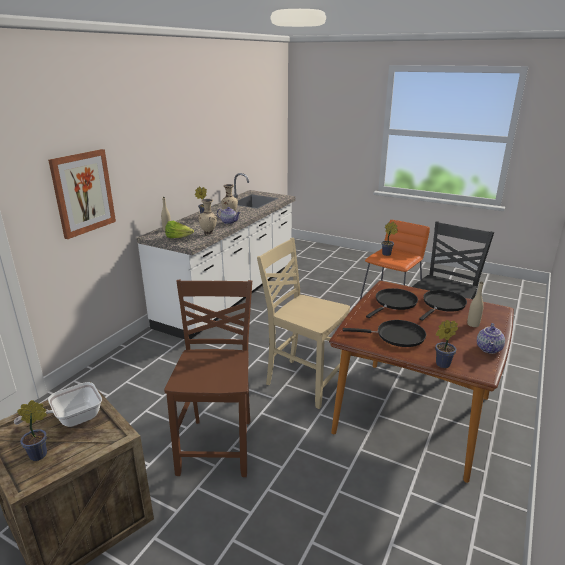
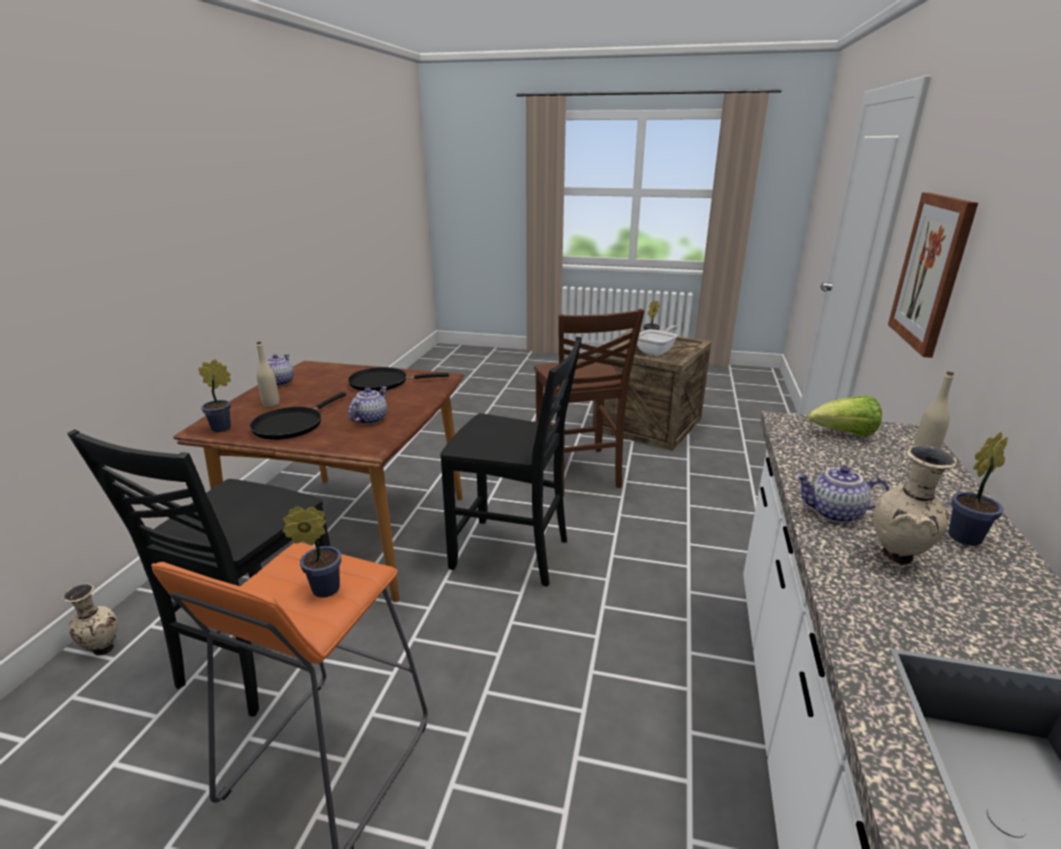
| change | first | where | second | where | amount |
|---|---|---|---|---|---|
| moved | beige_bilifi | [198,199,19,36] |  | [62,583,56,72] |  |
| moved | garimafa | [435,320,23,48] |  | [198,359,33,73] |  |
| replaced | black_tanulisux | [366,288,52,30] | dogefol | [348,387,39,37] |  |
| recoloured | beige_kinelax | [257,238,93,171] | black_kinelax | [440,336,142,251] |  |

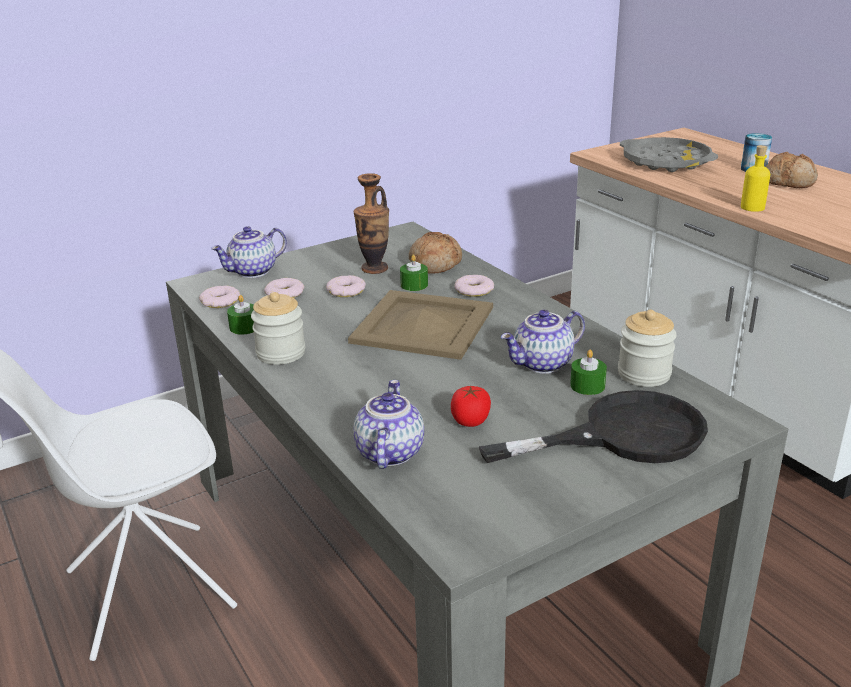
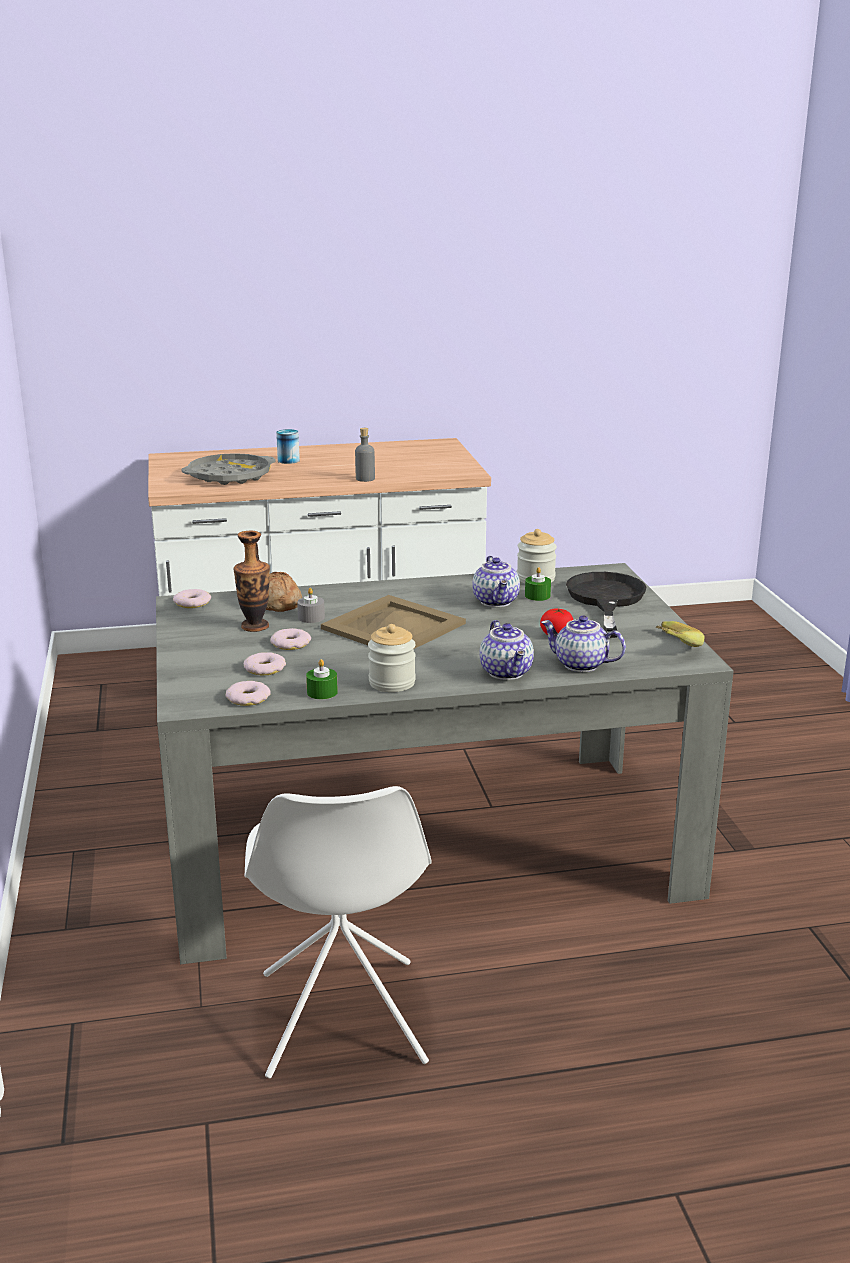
| change | first | where | second | where | amount |
|---|---|---|---|---|---|
| moved | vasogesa | [454,275,40,22] |  | [173,589,38,19] |  |
| recoloured | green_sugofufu | [400,254,28,37] | grey_sugofufu | [297,588,28,35] |  |
| recoloured | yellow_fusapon | [741,145,29,67] | grey_fusapon | [355,428,20,54] |  |
| moved | dogefol | [211,226,76,52] |  | [480,620,54,60] |  |
| added |  |  | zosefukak | [655,621,49,26] |  |
| removed | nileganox | [765,152,53,36] |  |  |  |

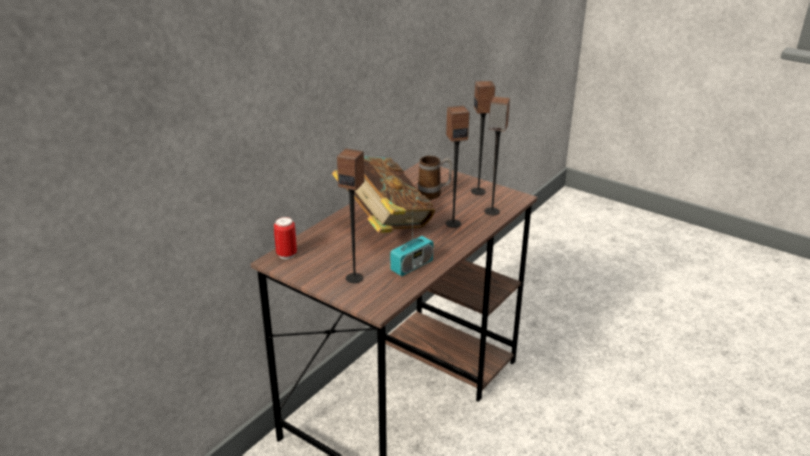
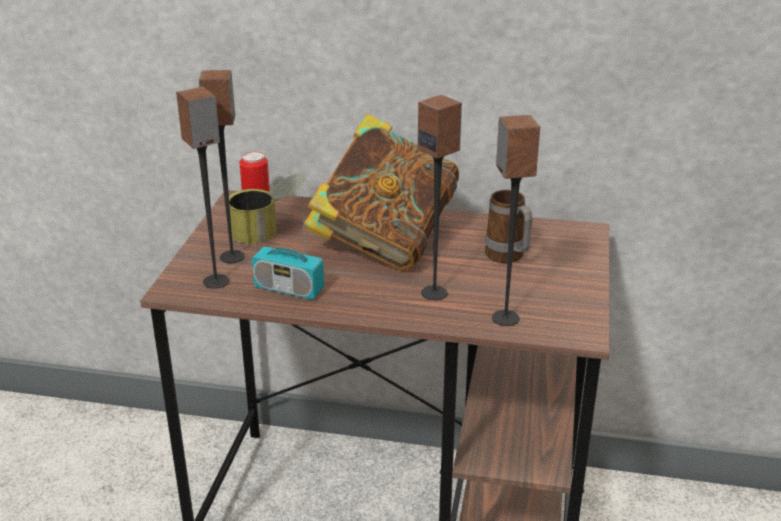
| change | first | where | second | where | amount |
|---|---|---|---|---|---|
| moved | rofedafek | [471,81,25,114] |  | [176,87,53,202] |  |
| added |  |  | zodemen | [229,173,75,71] |  |

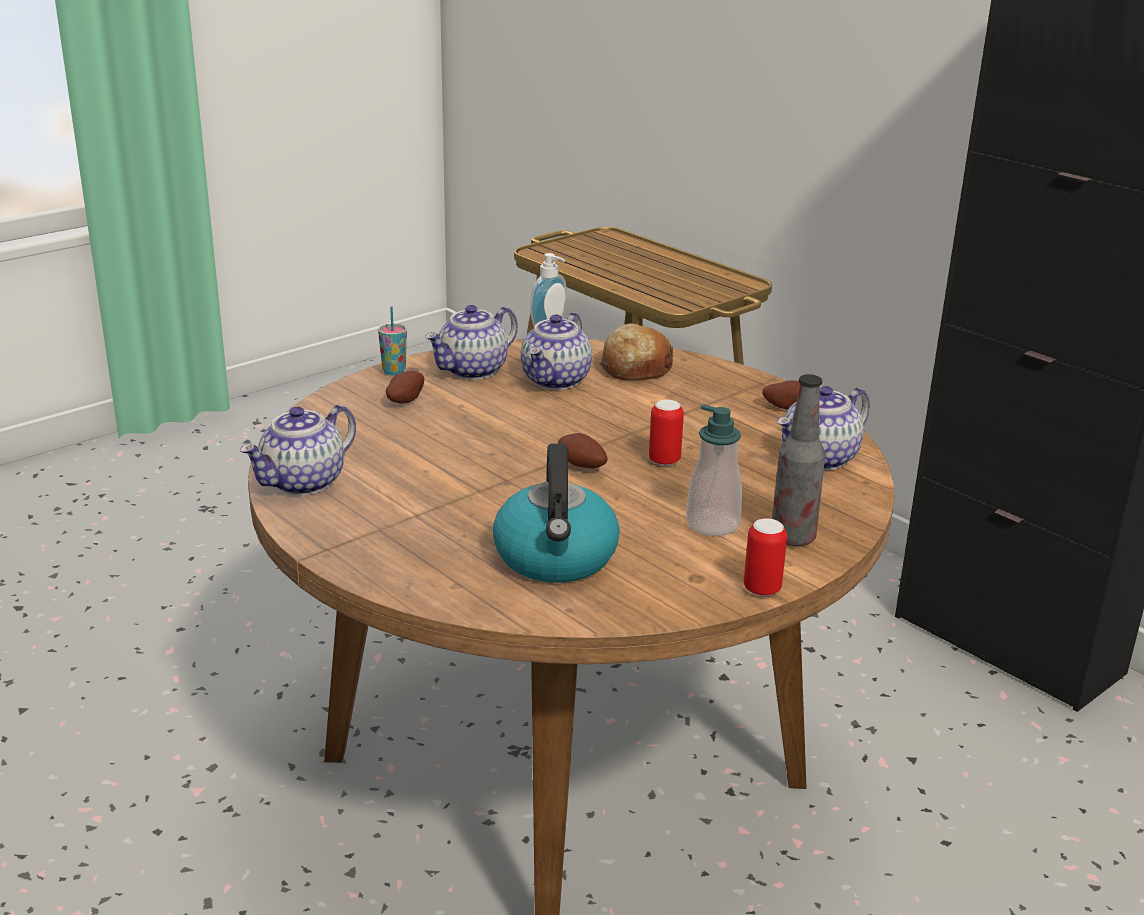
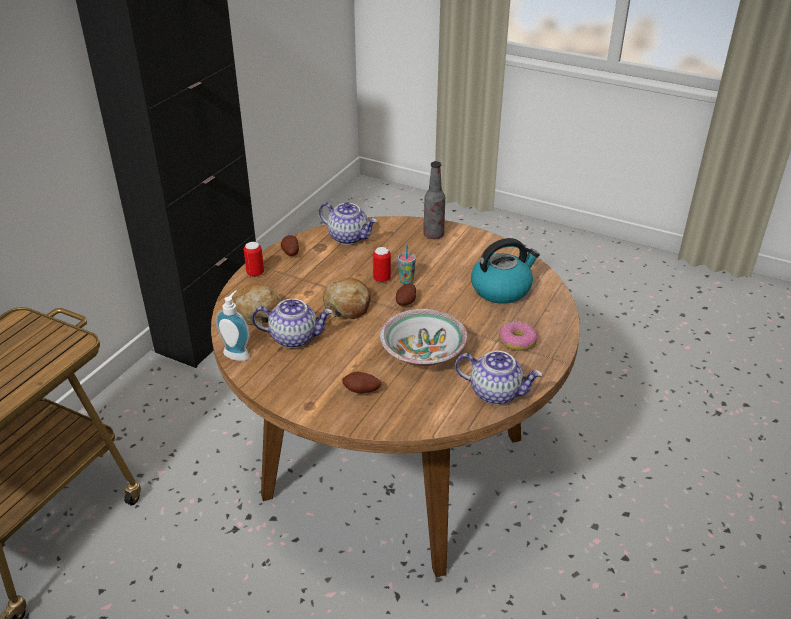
| change | first | where | second | where | amount |
|---|---|---|---|---|---|
| moved | zodemen | [744,518,43,78] |  | [244,242,20,35] |  |
| added |  |  | nileganox | [323,278,48,41] |  |
| added |  |  | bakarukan | [380,309,88,57] |  |
| moved | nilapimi | [378,307,29,69] |  | [398,245,18,40] |  |
| added |  |  | vasogesa | [499,321,39,30] |  |
| removed | dogefol | [425,305,93,75] |  |  |  |
| removed | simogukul | [686,404,56,132] |  |  |  |

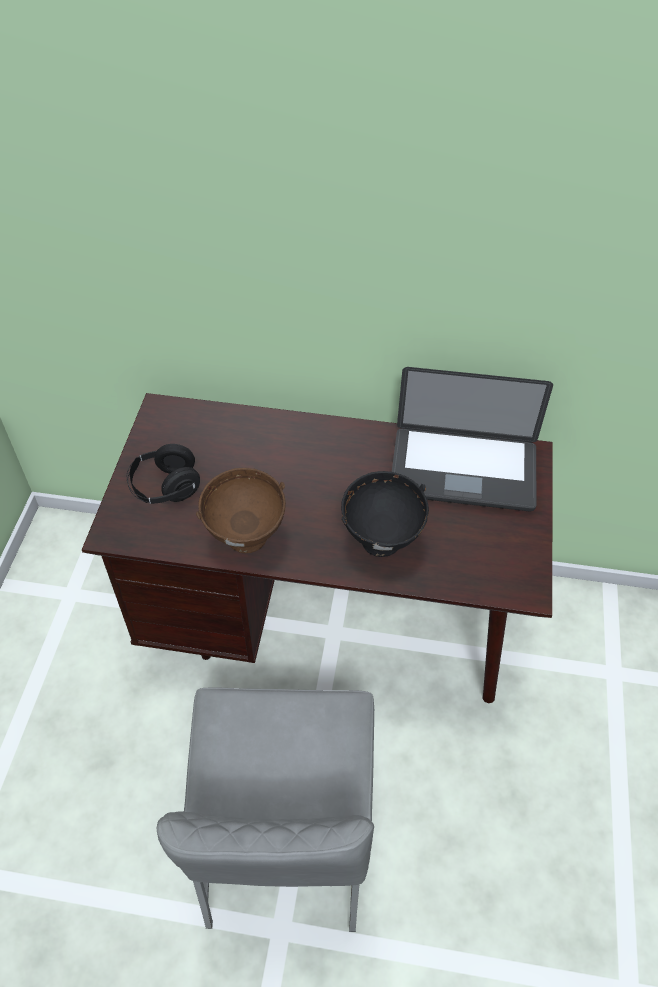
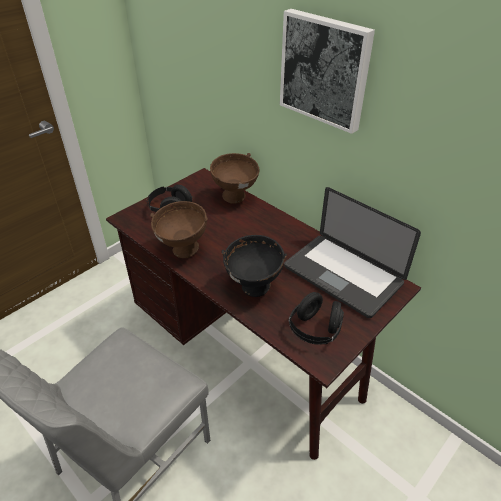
| change | first | where | second | where | amount |
|---|---|---|---|---|---|
| added |  |  | brown_bakarukan | [210,153,49,51] |  |
| added |  |  | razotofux | [280,9,95,125] |  |
| added |  |  | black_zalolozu | [288,292,56,52] |  |

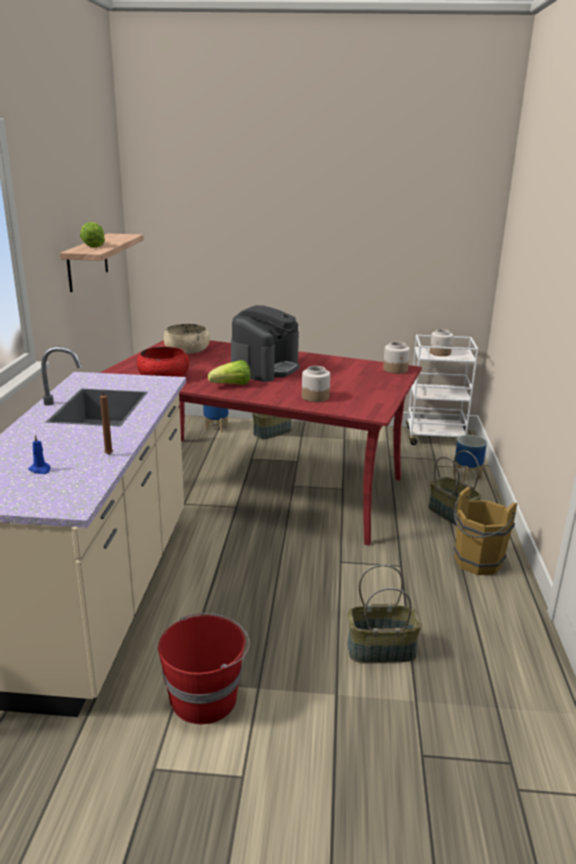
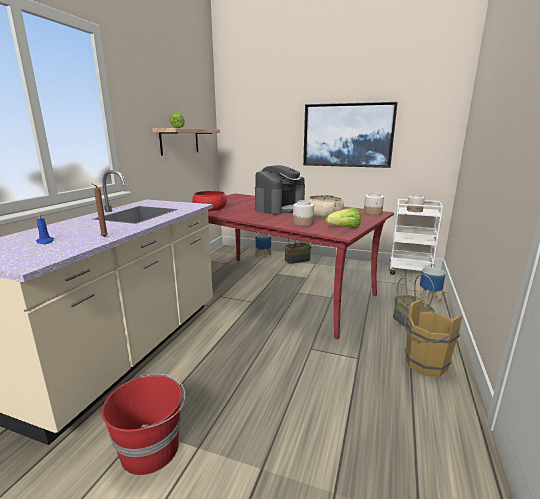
| change | first | where | second | where | amount |
|---|---|---|---|---|---|
| added |  |  | razotofux | [303,102,95,66] |  |
| moved | beige_bakarukan | [163,324,47,30] |  | [307,195,37,22] |  |
| moved | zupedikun | [208,360,43,25] |  | [326,208,35,20] |  |
| removed | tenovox | [347,564,75,99] |  |  |  |

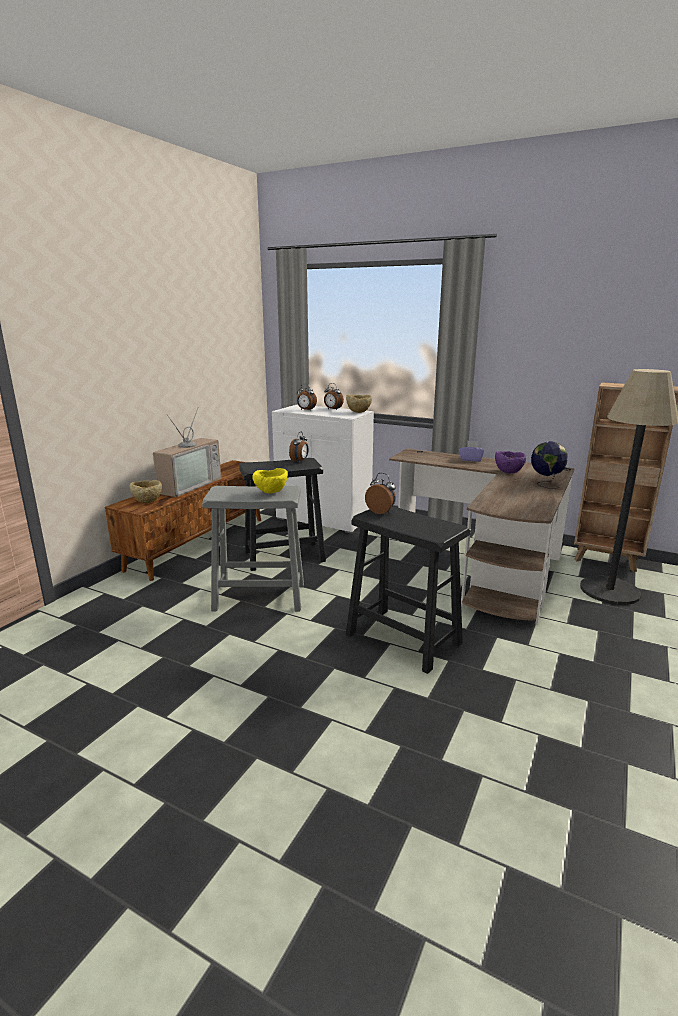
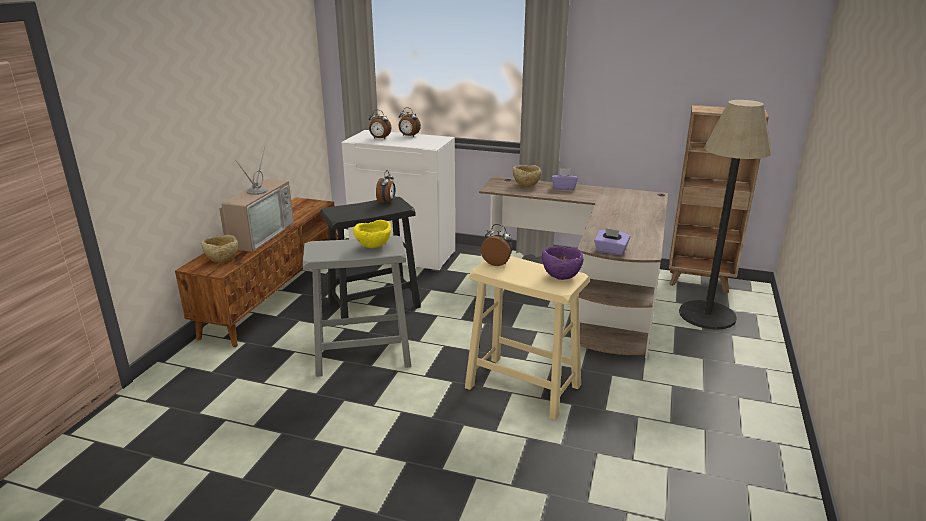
| change | first | where | second | where | amount |
|---|---|---|---|---|---|
| recoloured | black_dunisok | [346,506,124,168] | beige_dunisok | [465,256,125,164] |  |
| moved | beige_bakarukan | [346,395,26,18] |  | [513,165,28,22] |  |
| moved | purple_bakarukan | [495,451,31,22] |  | [542,246,42,34] |  |
| added |  |  | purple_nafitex | [594,228,36,28] |  |
| removed | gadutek | [531,441,37,48] |  |  |  |

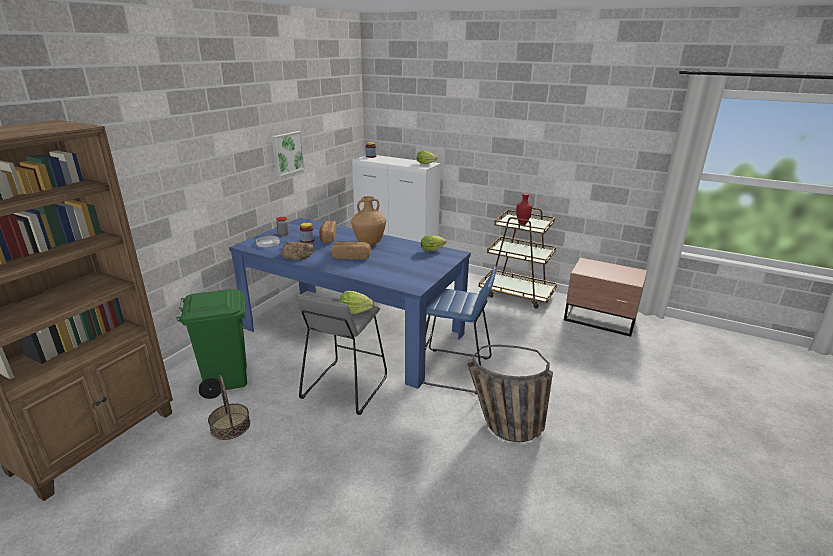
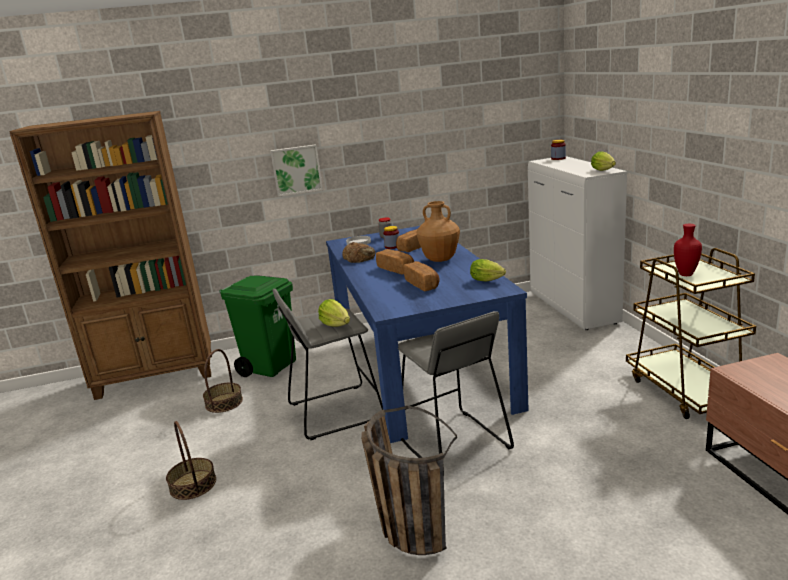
| change | first | where | second | where | amount |
|---|---|---|---|---|---|
| added |  |  | tenovox | [166,421,50,79] |  |
| moved | razotofux | [272,131,33,46] |  | [270,144,53,53] |  |
| recoloured | blue_dunisok | [422,266,75,128] | grey_dunisok | [398,311,116,157] |  |
| added |  |  | nileganox | [404,261,36,30] |  |

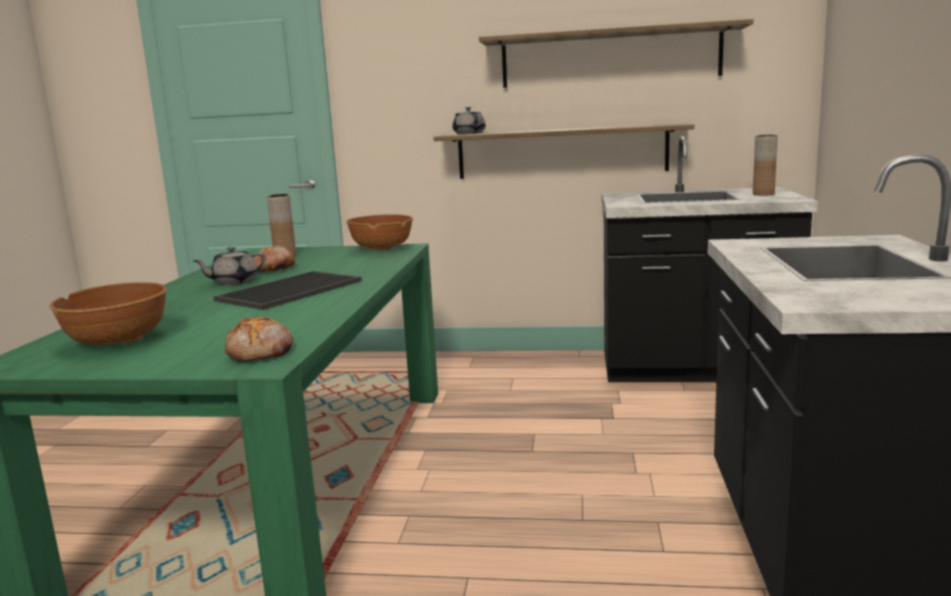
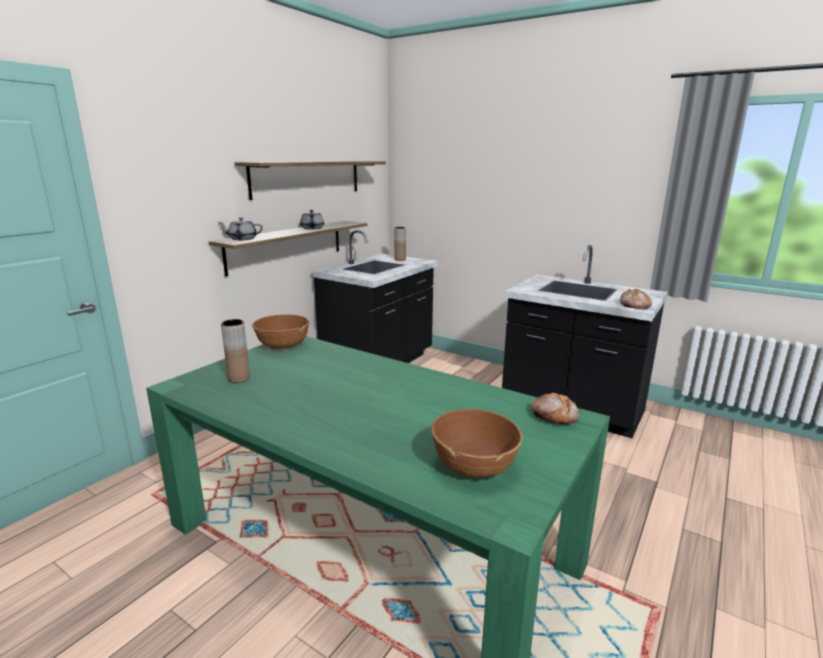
| change | first | where | second | where | amount |
|---|---|---|---|---|---|
| moved | grey_dogefol | [193,247,73,38] |  | [300,210,24,20] |  |
| moved | nileganox | [253,245,42,27] |  | [620,289,32,20] |  |
| removed | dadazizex | [214,271,148,39] |  |  |  |

